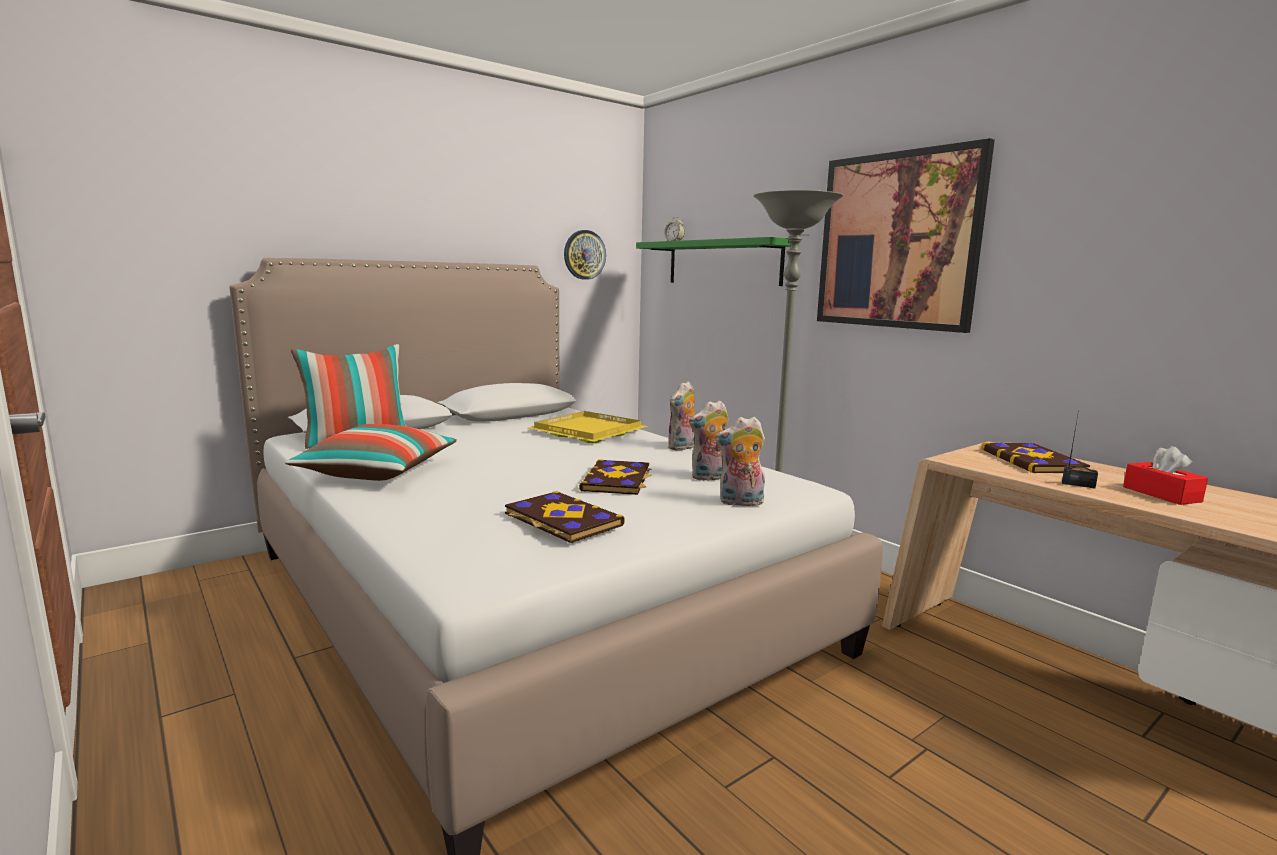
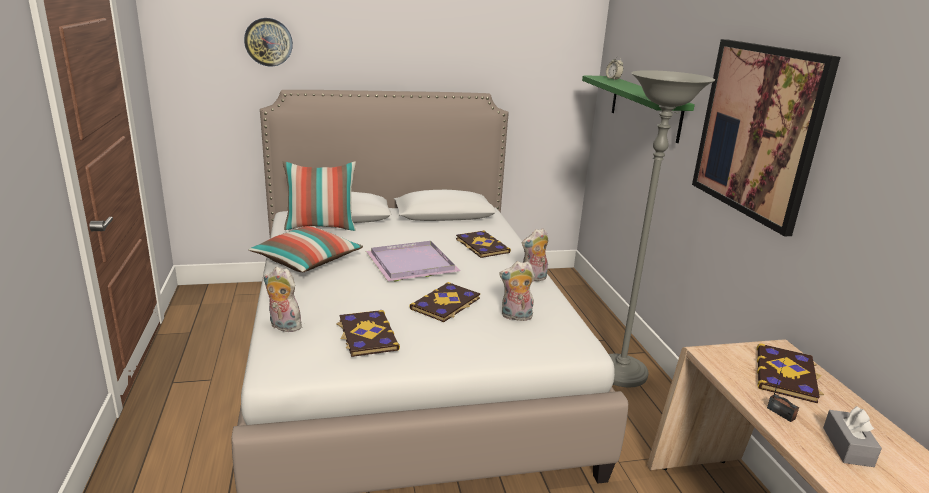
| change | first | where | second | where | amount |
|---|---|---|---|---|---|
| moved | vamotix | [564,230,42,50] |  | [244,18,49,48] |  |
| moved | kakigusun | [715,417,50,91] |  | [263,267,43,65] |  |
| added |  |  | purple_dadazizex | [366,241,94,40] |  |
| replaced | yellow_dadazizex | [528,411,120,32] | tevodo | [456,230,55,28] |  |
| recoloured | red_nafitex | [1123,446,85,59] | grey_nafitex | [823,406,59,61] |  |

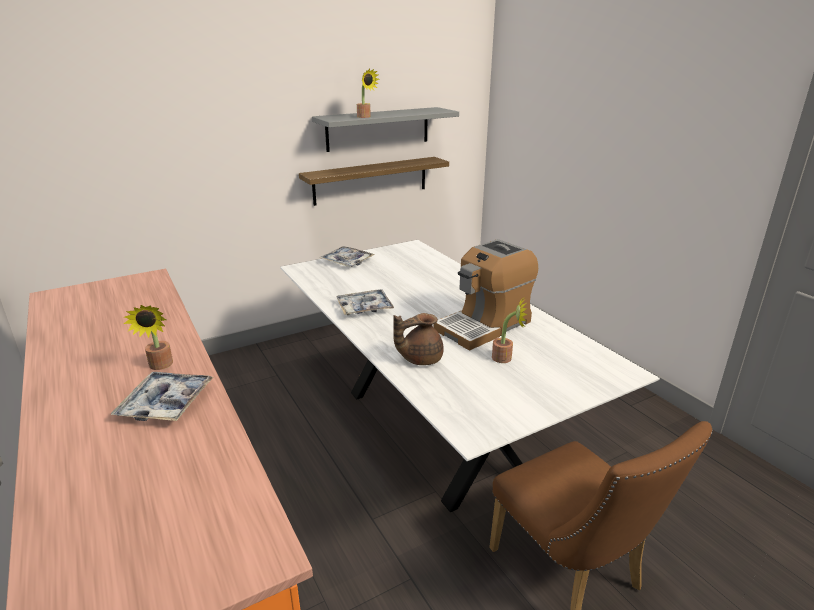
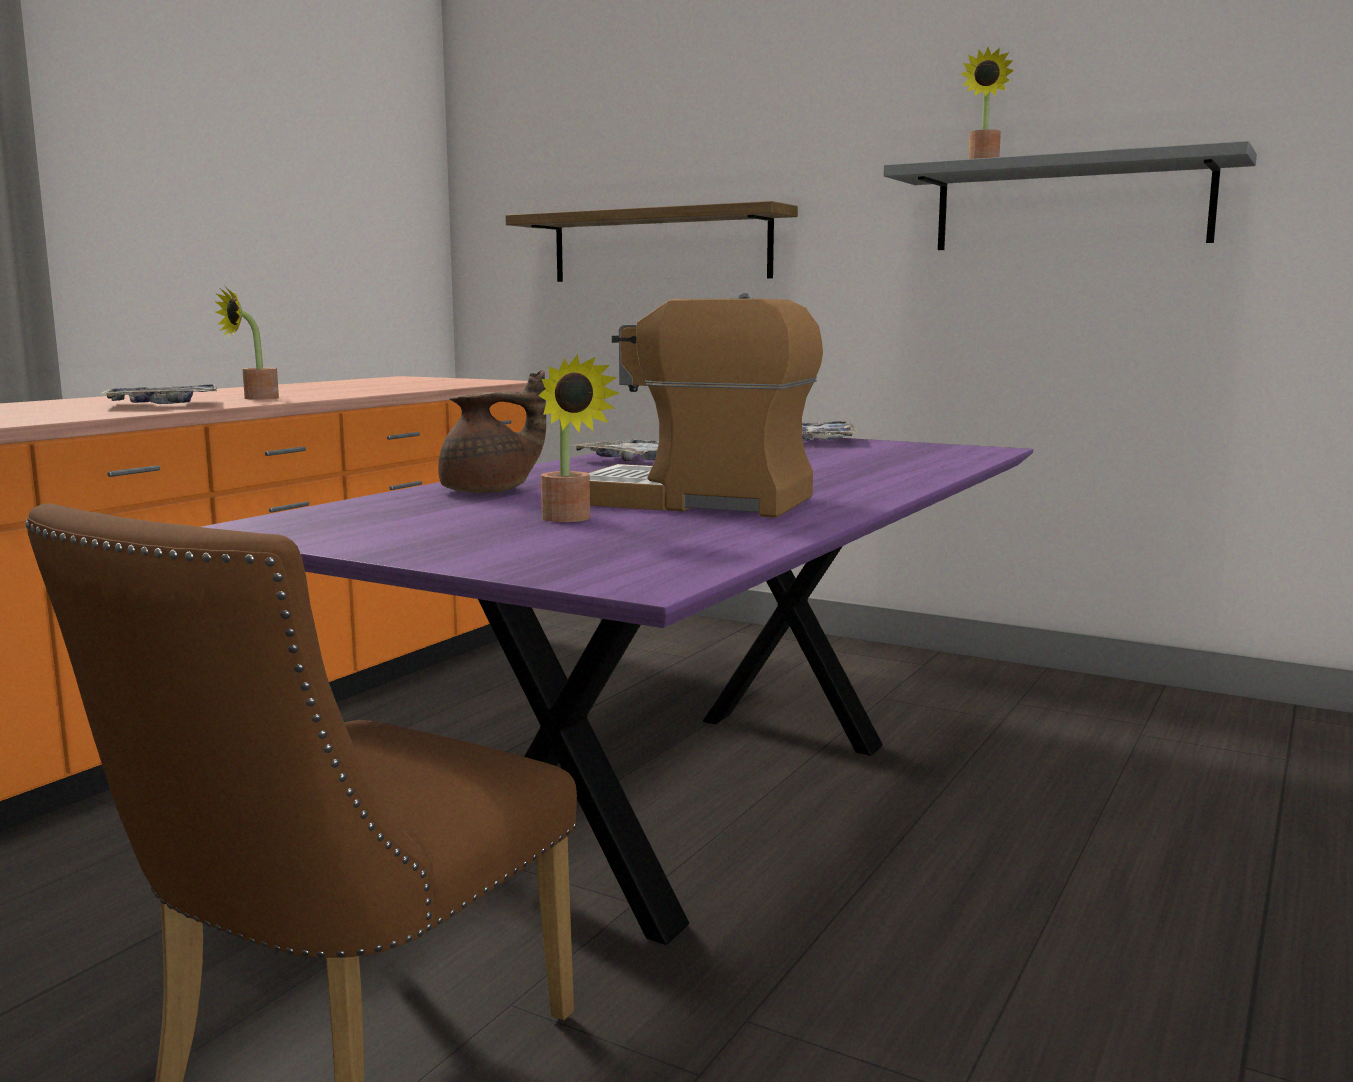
| change | first | where | second | where | amount |
|---|---|---|---|---|---|
| recoloured | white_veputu | [280,240,380,272] | purple_veputu | [202,438,831,507] |  |
| turned | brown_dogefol | [393,313,51,52] |  | [438,370,108,123] | 120 degrees clockwise |
| moved | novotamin | [299,157,150,49] |  | [505,201,293,81] |  |

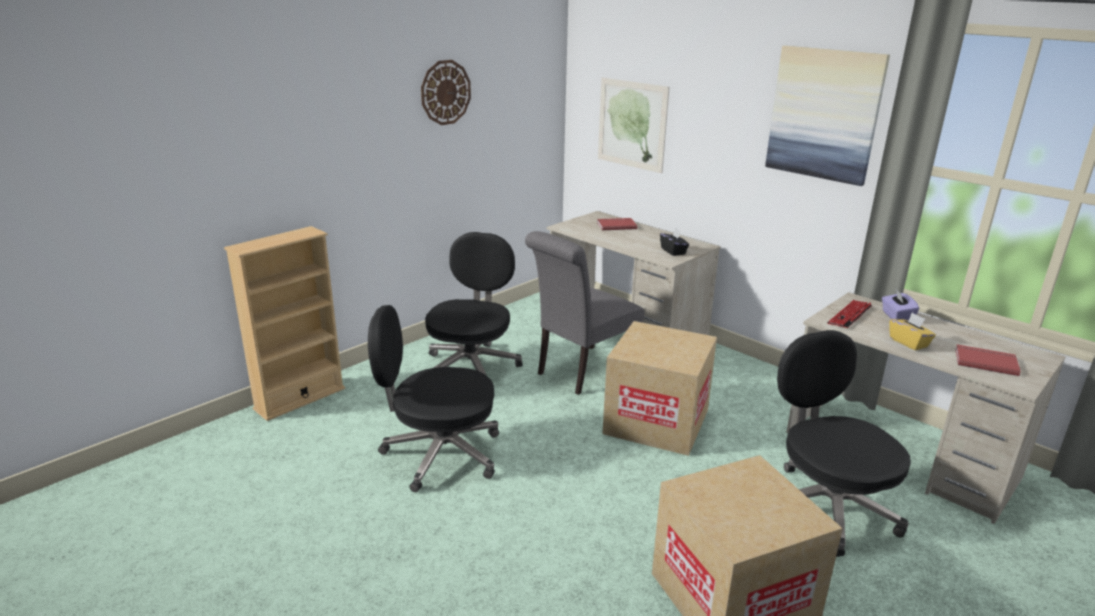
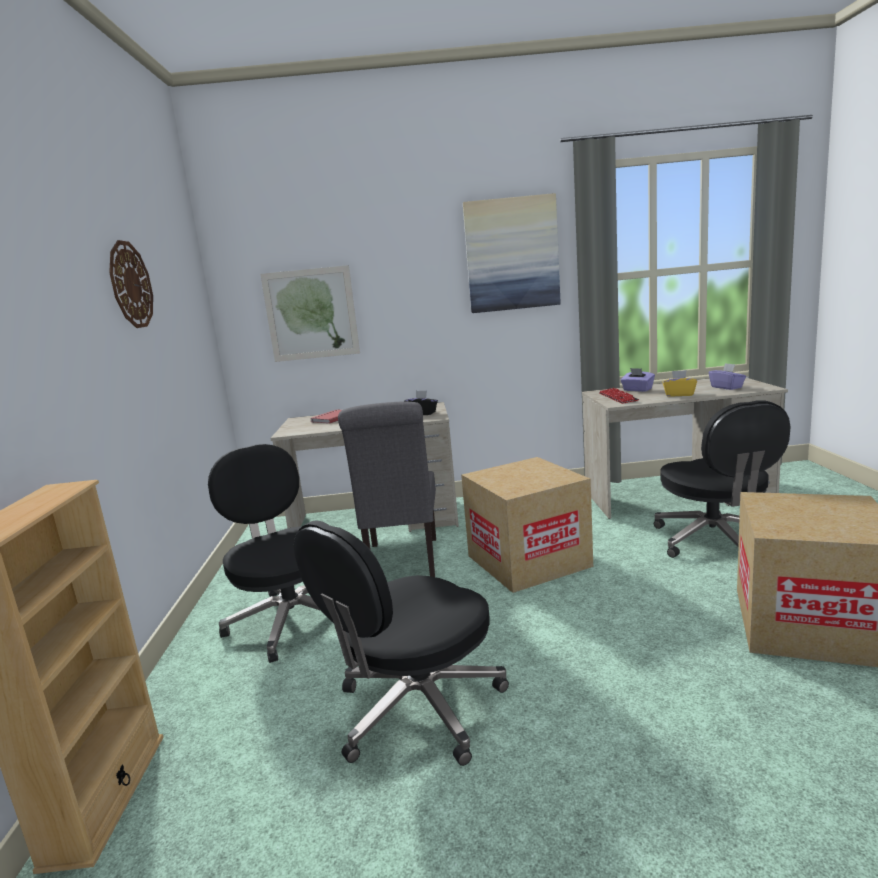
| change | first | where | second | where | amount |
|---|---|---|---|---|---|
| turned | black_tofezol | [777,330,134,227] |  | [654,400,136,158] | 120 degrees counterclockwise |
| replaced | red_tevodo | [955,344,66,32] | purple_nafitex | [709,363,37,27] |  |

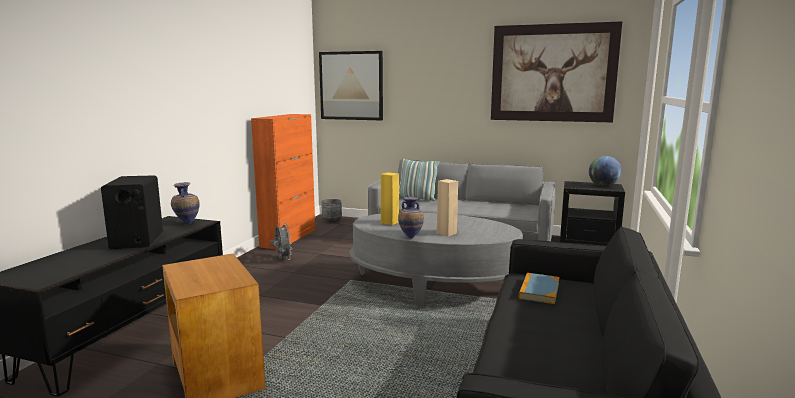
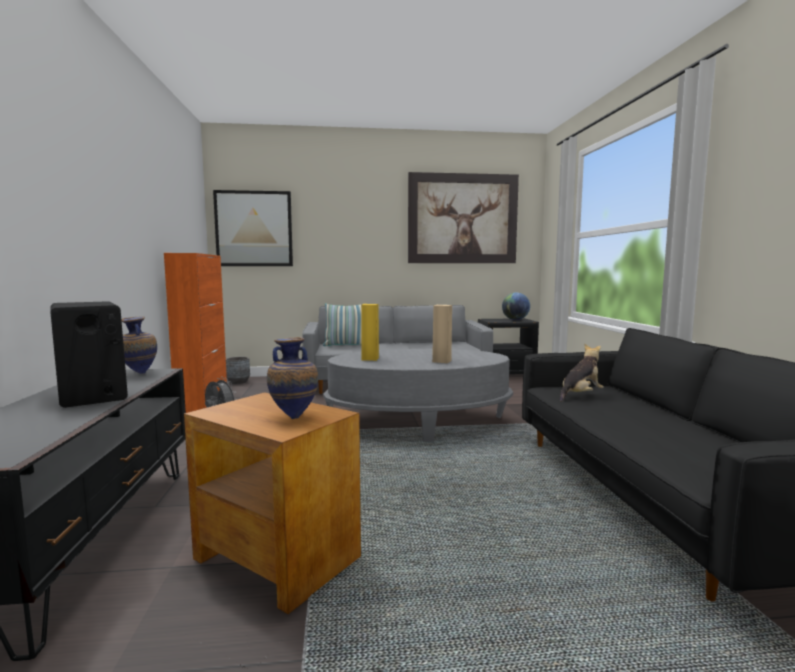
| change | first | where | second | where | amount |
|---|---|---|---|---|---|
| moved | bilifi | [398,197,26,41] |  | [267,337,51,82] |  |
| replaced | tevodo | [519,273,41,31] | kakigusun | [560,344,44,58] |  |

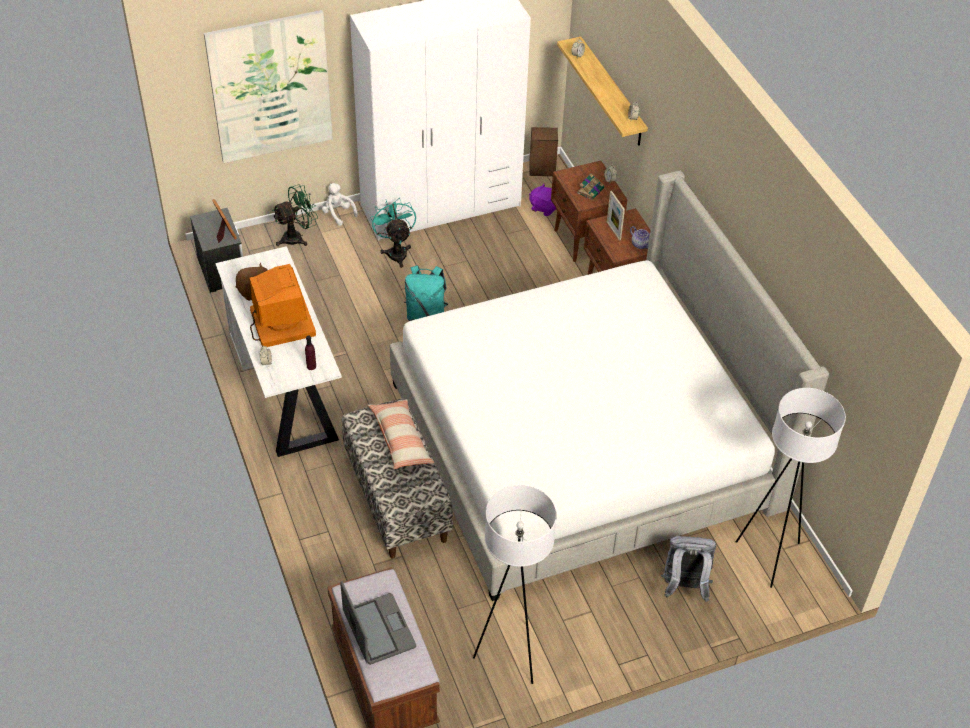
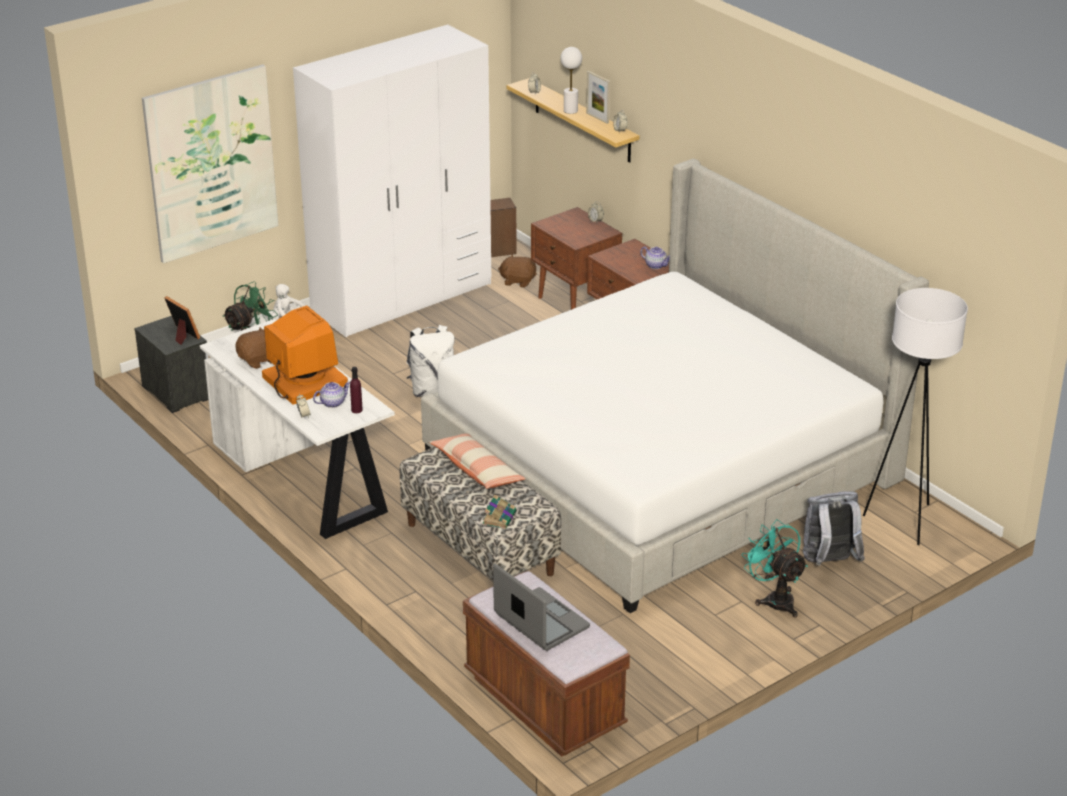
| change | first | where | second | where | amount |
|---|---|---|---|---|---|
| added |  |  | dogefol | [313,382,37,26] |  |
| recoloured | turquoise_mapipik | [404,265,44,56] | white_mapipik | [406,325,49,72] |  |
| moved | tevodo | [577,173,27,27] |  | [482,494,34,35] |  |
| recoloured | purple_kakigusun | [529,184,27,32] | brown_kakigusun | [498,255,38,33] |  |
| added |  |  | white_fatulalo | [560,47,22,67] |  |
| moved | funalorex | [607,191,18,50] |  | [586,71,24,53] |  |
| moved | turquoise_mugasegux | [370,198,46,70] |  | [742,519,66,98] |  |
| removed | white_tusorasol | [473,485,84,199] |  |  |  |

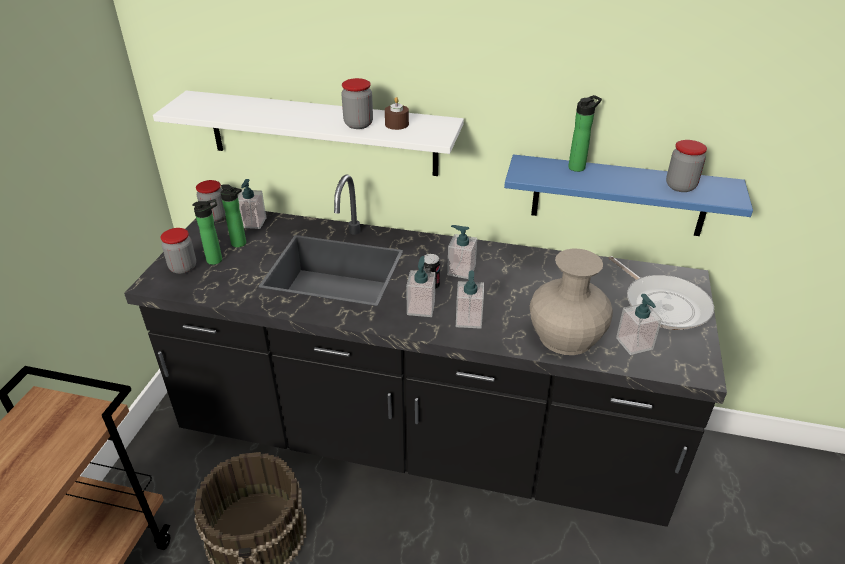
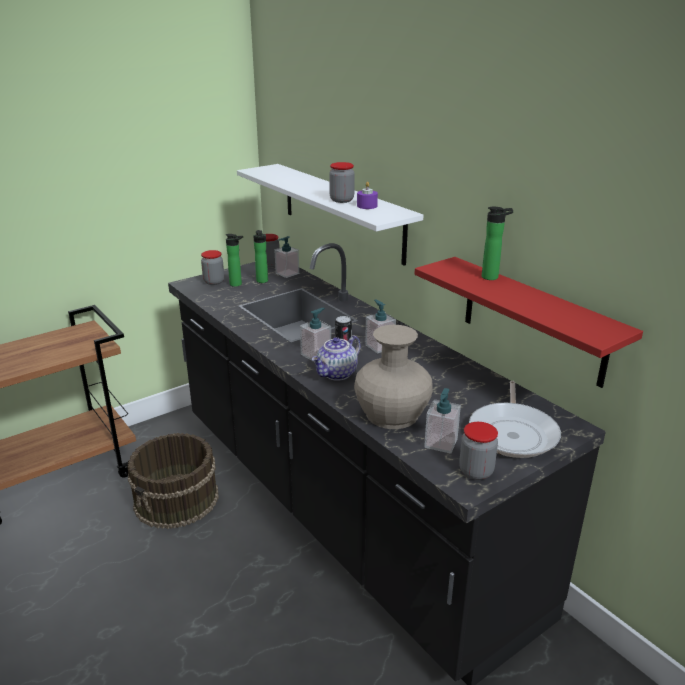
| change | first | where | second | where | amount |
|---|---|---|---|---|---|
| replaced | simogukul | [456,271,28,58] | dogefol | [312,335,49,46] |  |
| recoloured | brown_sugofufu | [385,97,24,33] | purple_sugofufu | [357,182,21,27] |  |
| recoloured | blue_novotamin | [504,155,249,81] | red_novotamin | [415,257,228,131] |  |
| moved | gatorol | [666,140,41,52] |  | [459,422,39,58] |  |

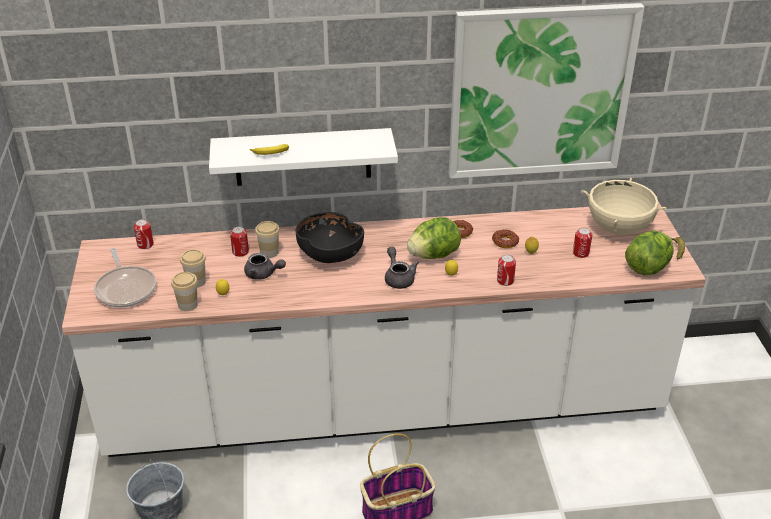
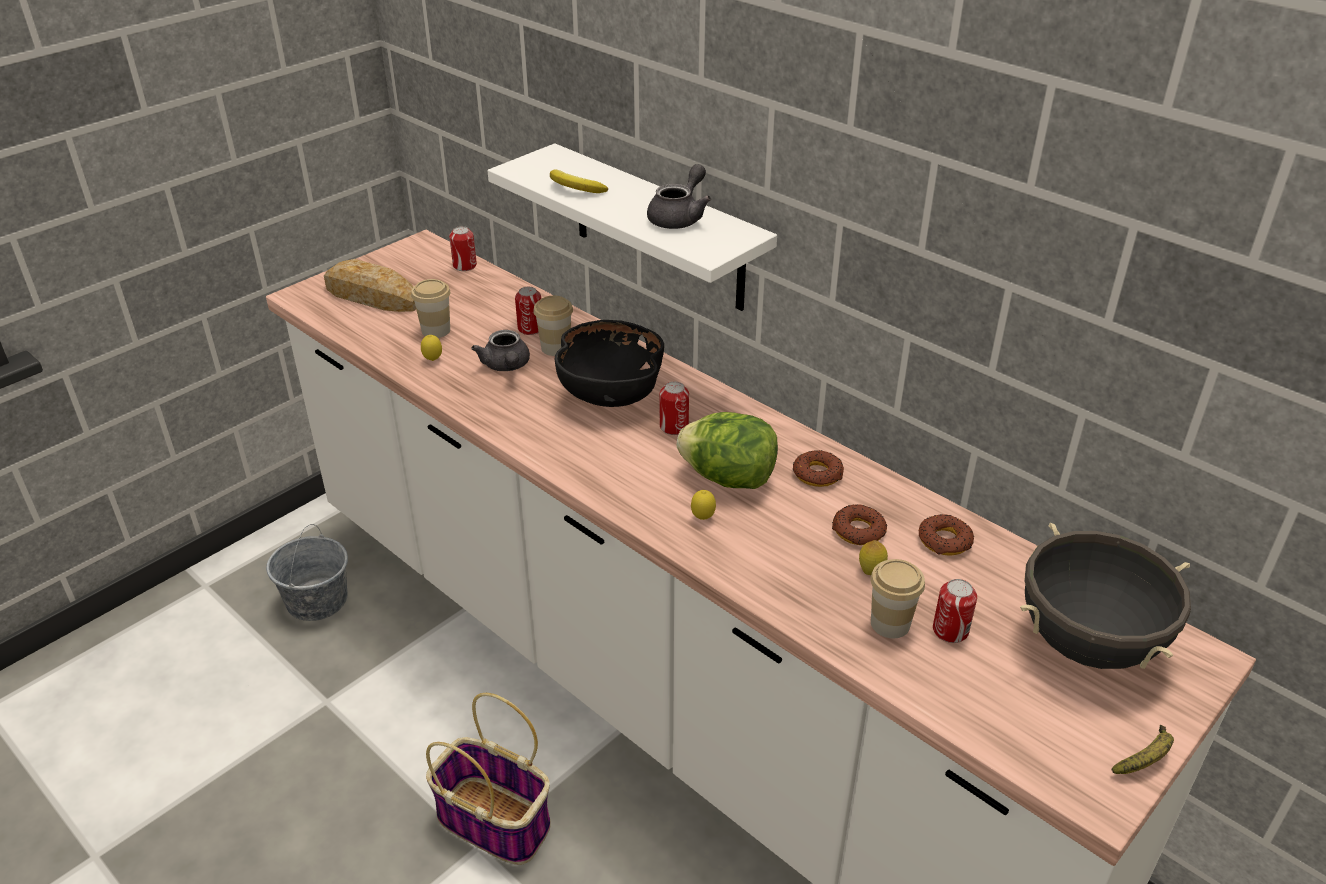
| change | first | where | second | where | amount |
|---|---|---|---|---|---|
| replaced | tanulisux | [94,248,63,60] | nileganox | [324,259,92,53] |  |
| moved | grey_dogefol | [385,247,34,42] |  | [647,164,64,65] |  |
| moved | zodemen | [497,255,19,31] |  | [660,381,29,54] |  |
| moved | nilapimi | [171,272,27,39] |  | [870,559,55,79] |  |
| added |  |  | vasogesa | [919,514,55,42] |  |
| recoloured | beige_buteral | [582,178,85,57] | black_buteral | [1020,523,171,146] |  |
| removed | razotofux | [448,3,197,176] |  |  |  |
| removed | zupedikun | [625,231,49,44] |  |  |  |

